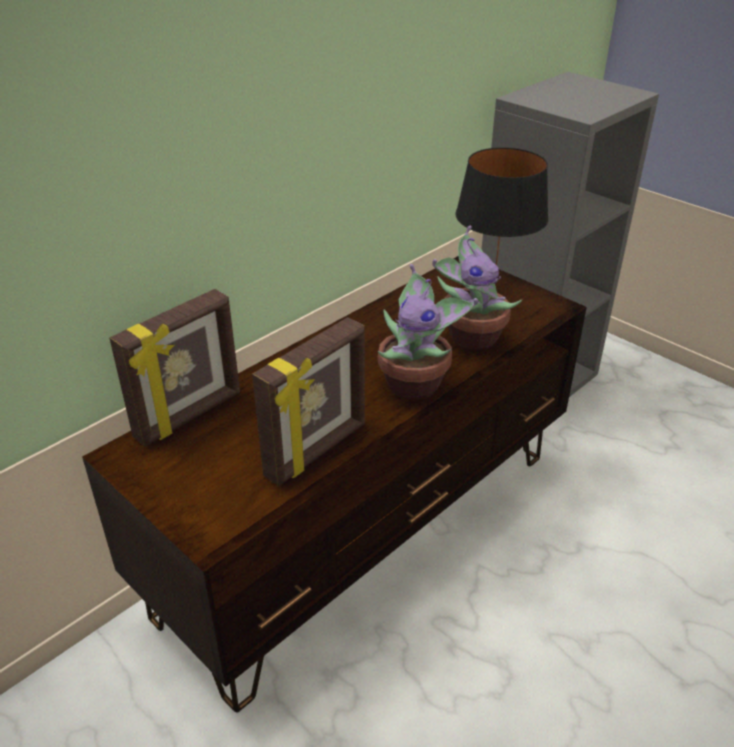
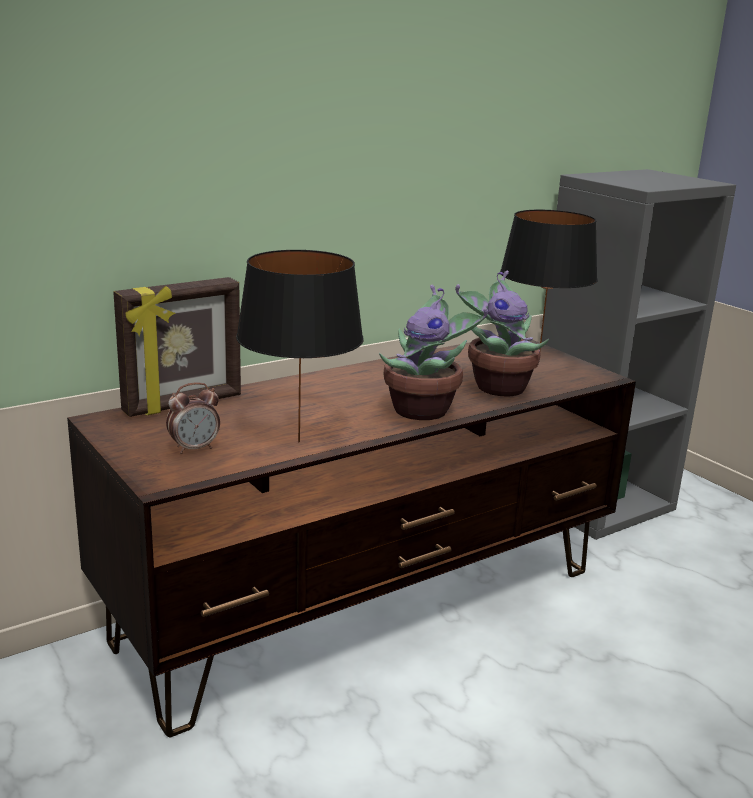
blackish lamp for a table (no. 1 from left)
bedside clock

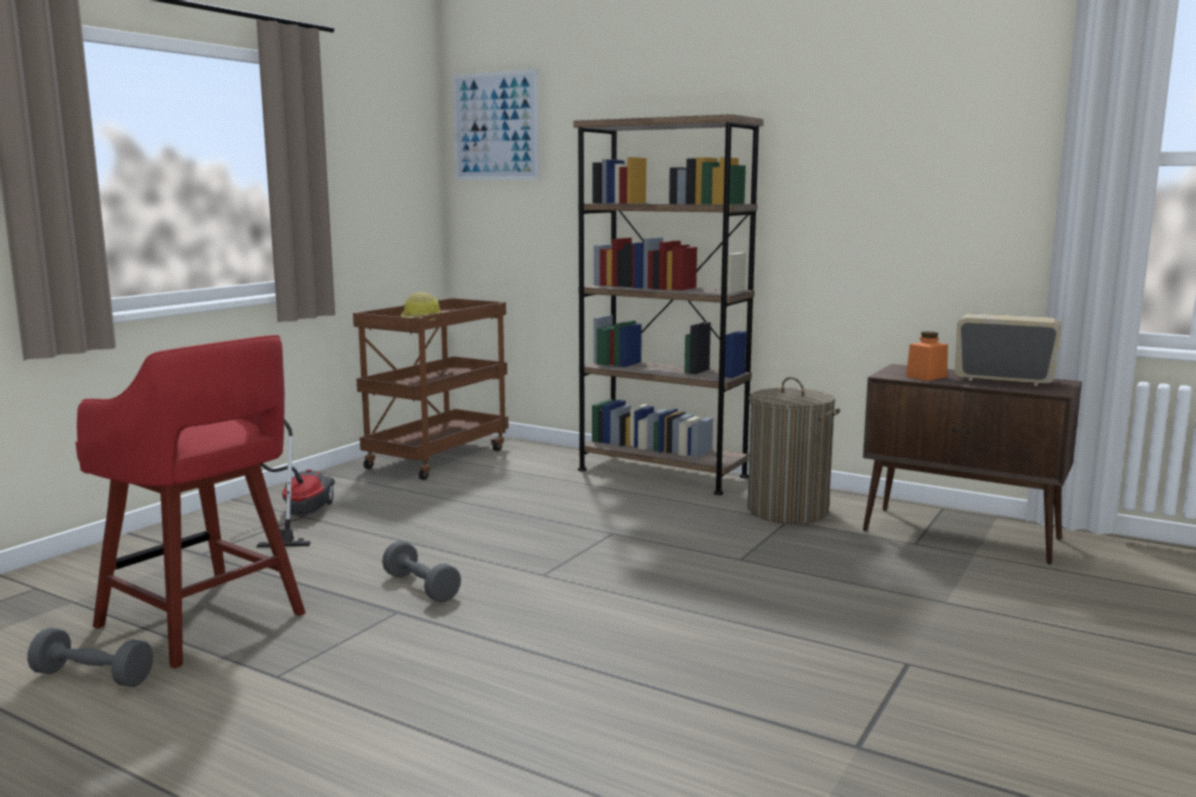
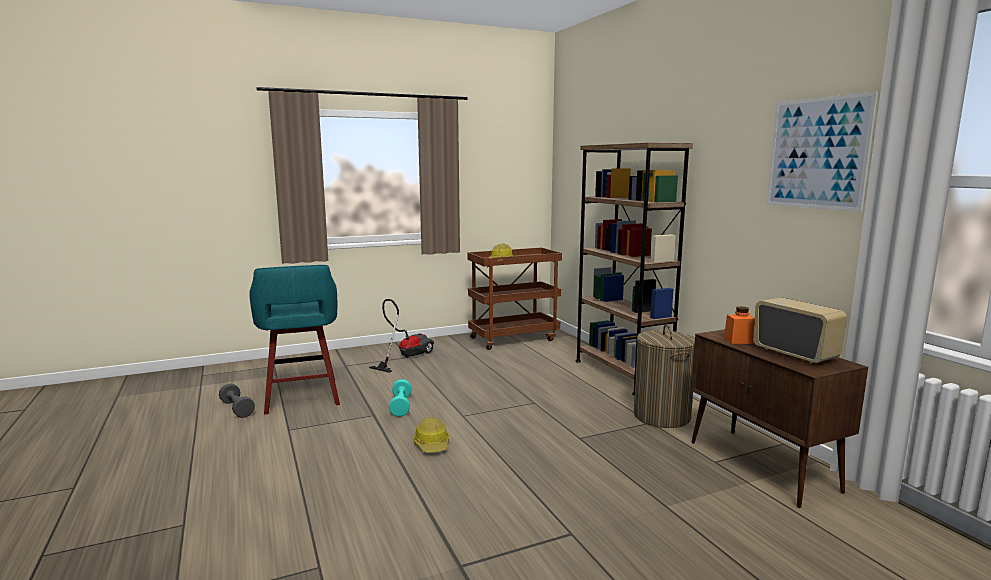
turquoise-coloured sitting stool
turquoise-coloured dumbbell
wall art
hard hat (no. 1 from left)

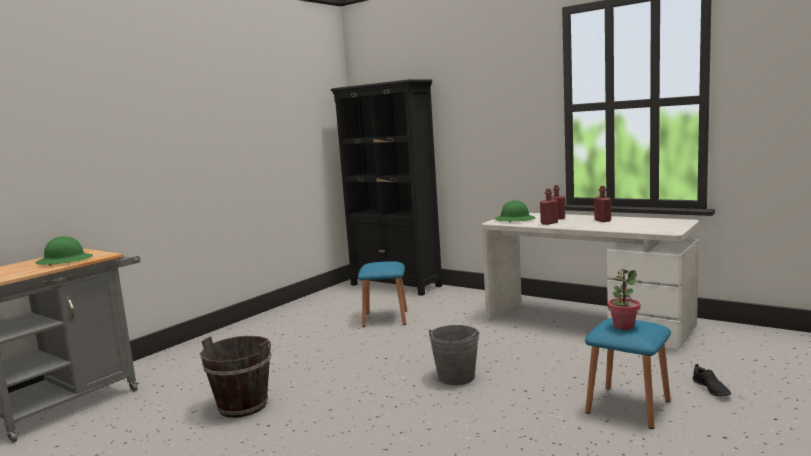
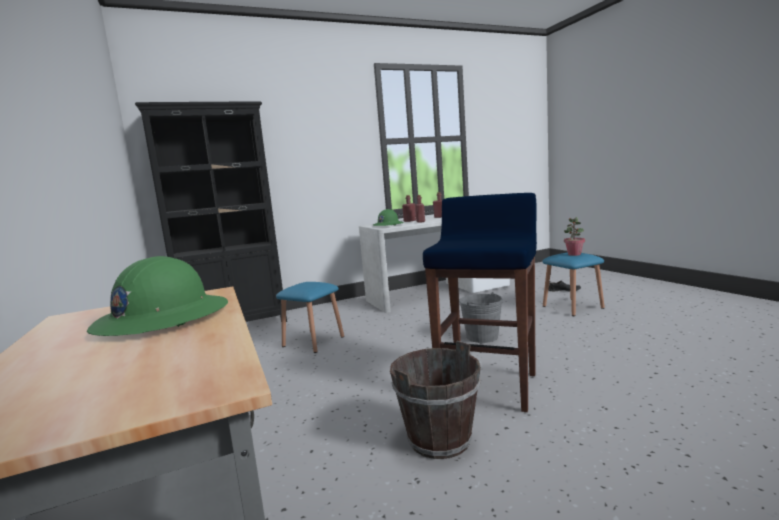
blue-coloured sitting stool (no. 2 from left)

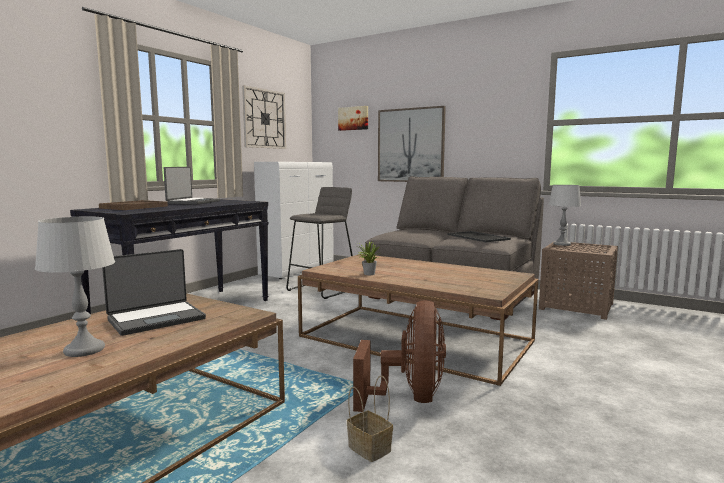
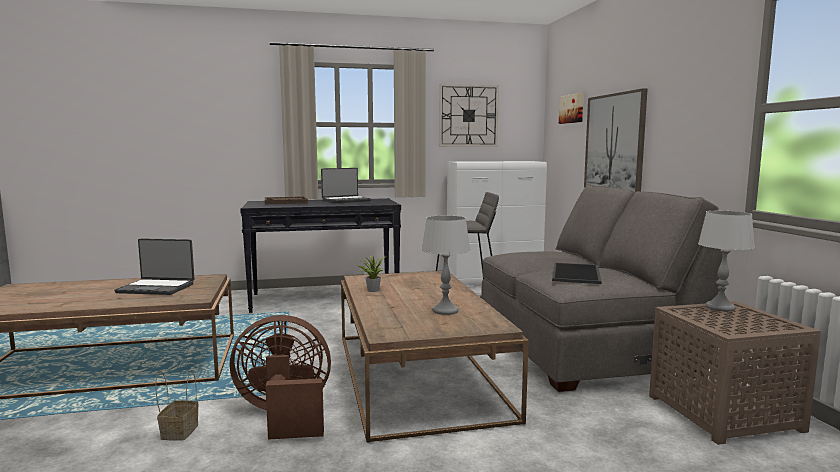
greyish lamp for a table (no. 1 from left)
brown fan

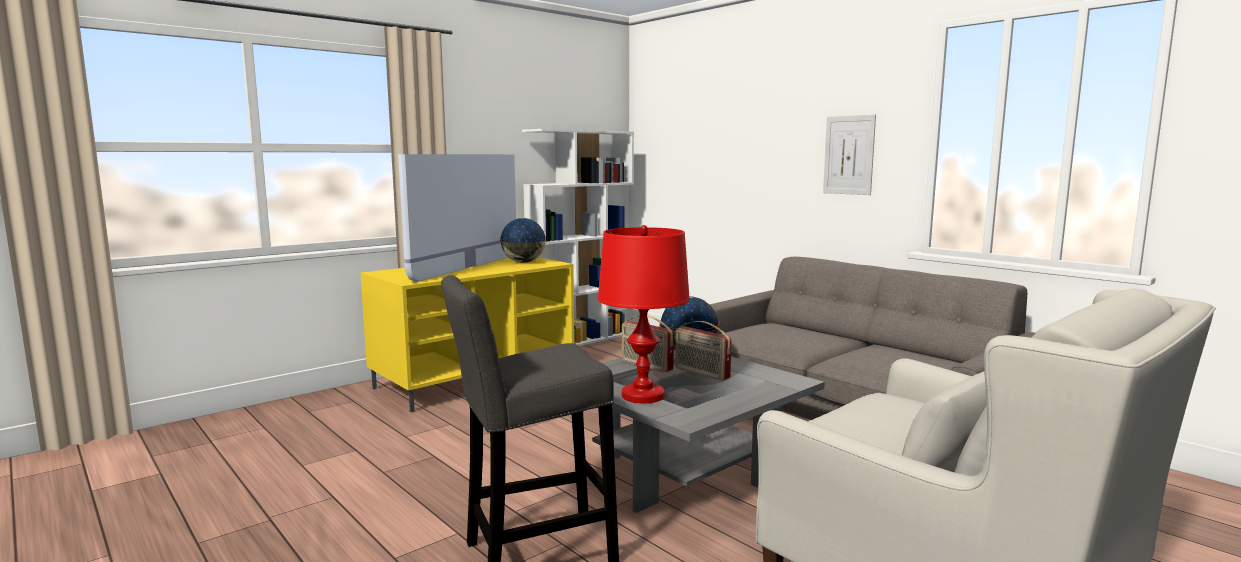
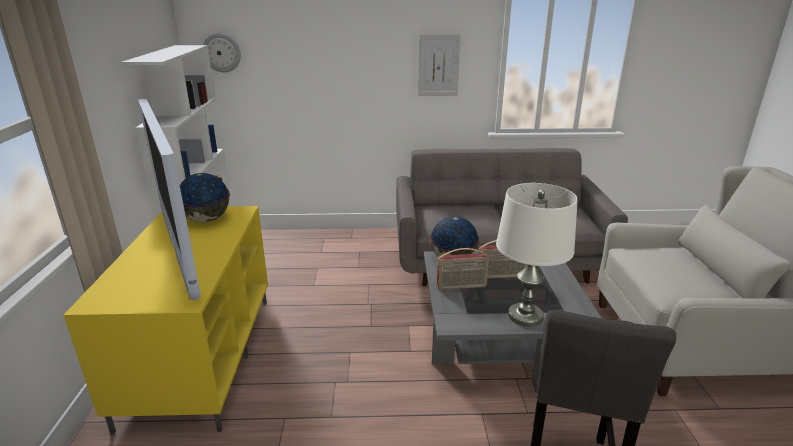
whitish lamp for a table
wall clock

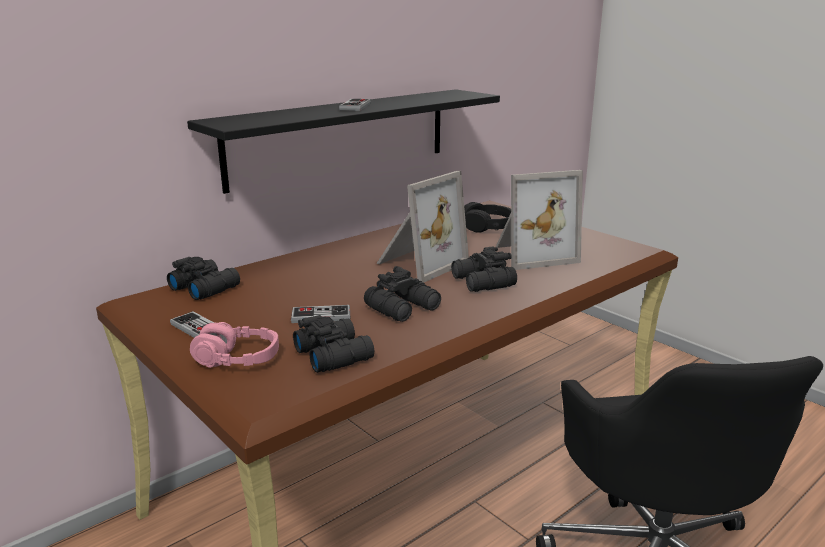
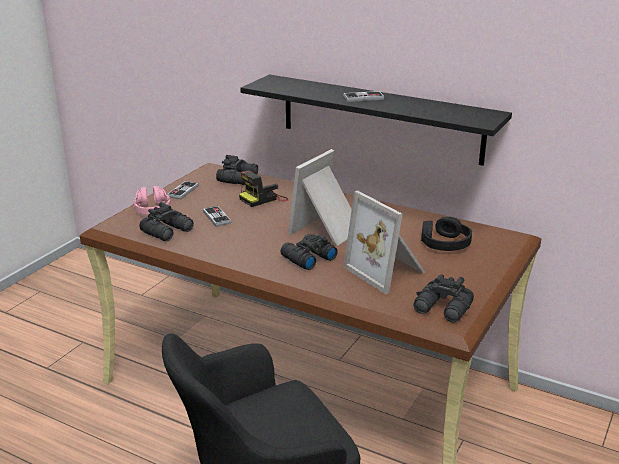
blackish field glasses (no. 4 from left)
picture frame (no. 1 from left)
photo camera

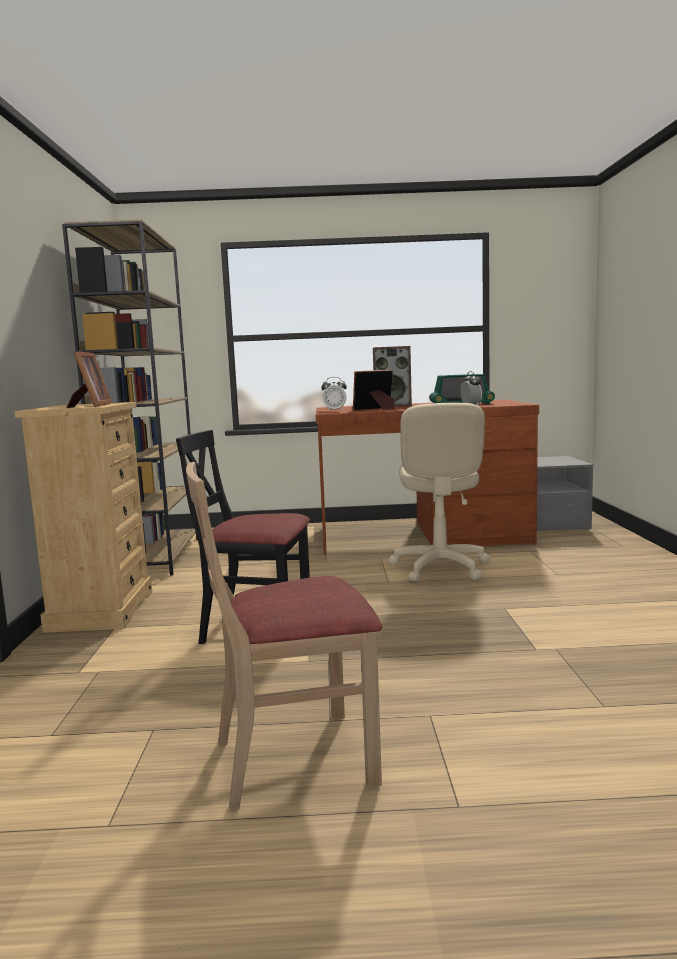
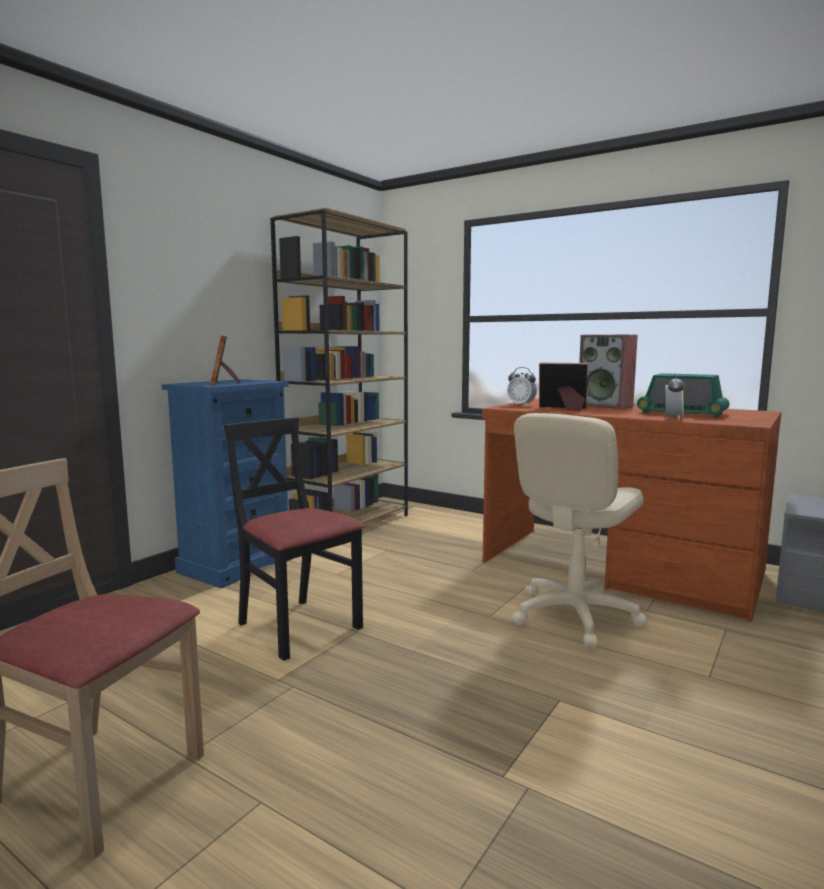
blue-coloured drawer chest
picture frame (no. 1 from left)

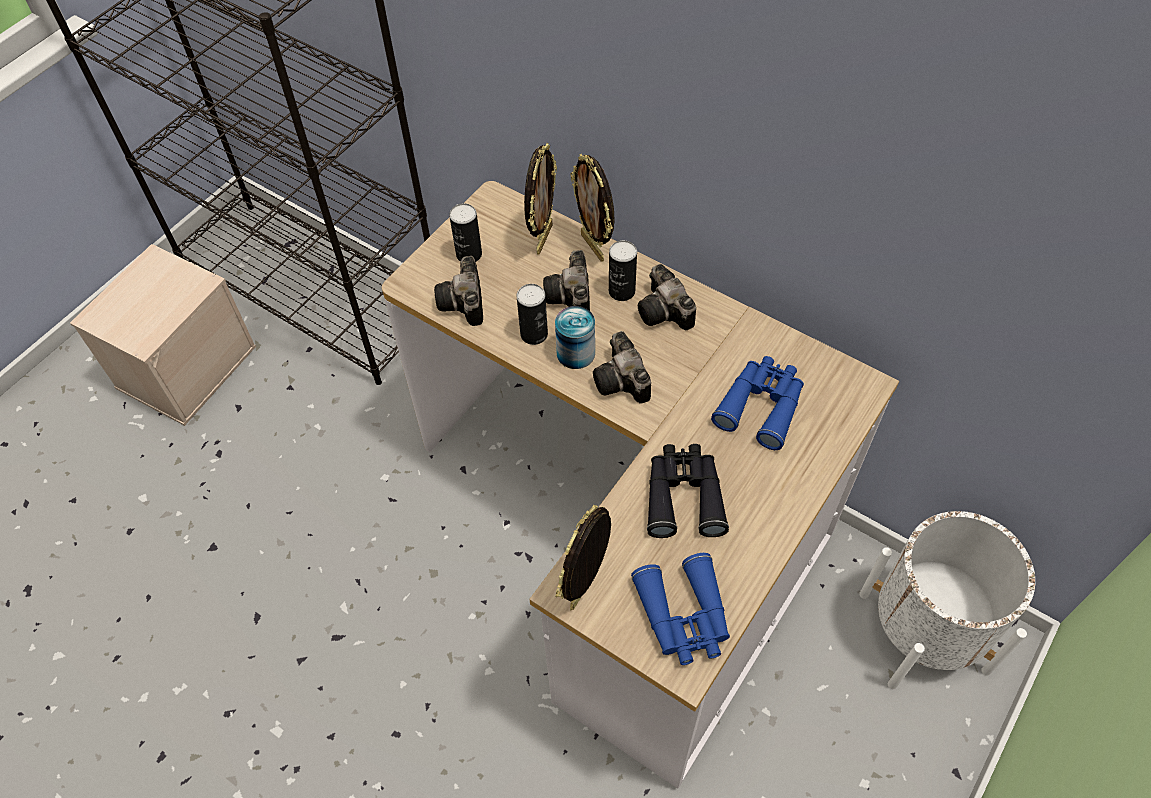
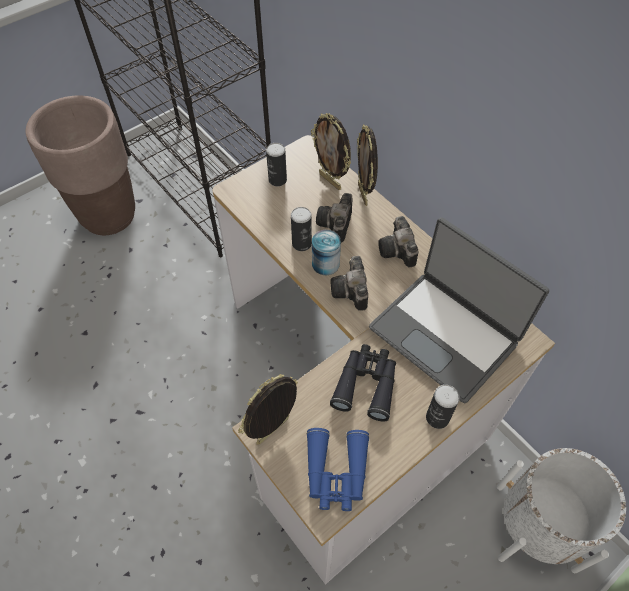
brown plant pot
photo camera (no. 1 from left in the first image)
picture frame (no. 2 from left)
sealed can (no. 4 from left)
notebook computer

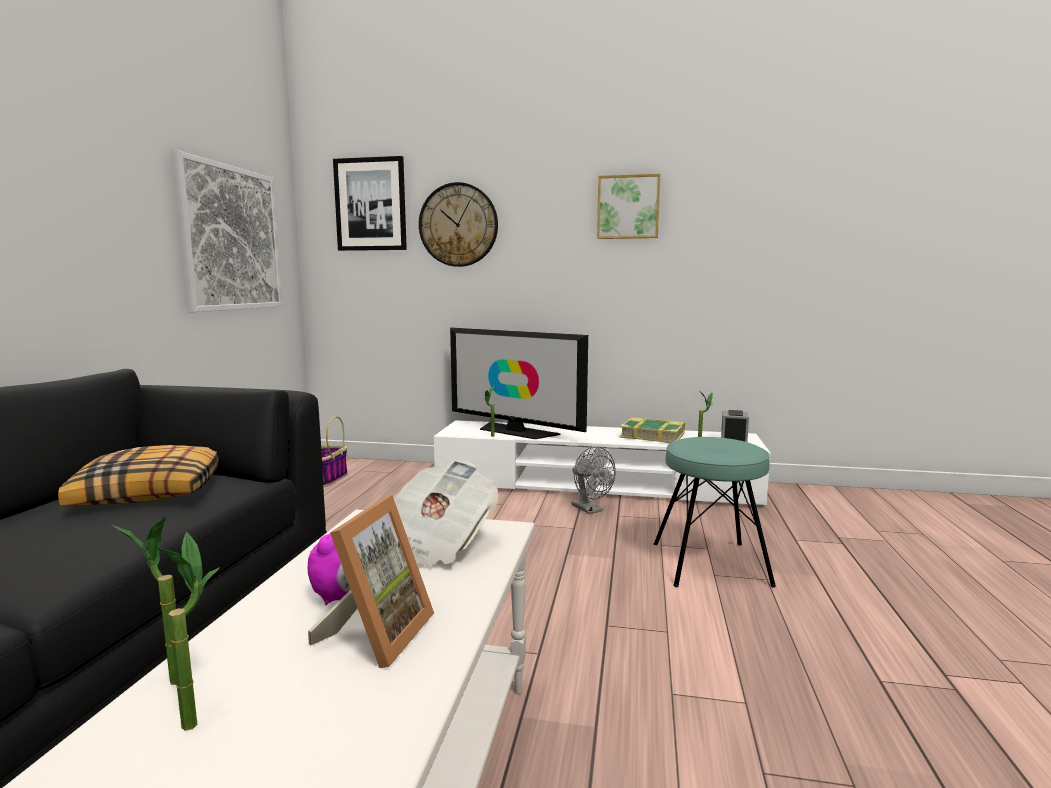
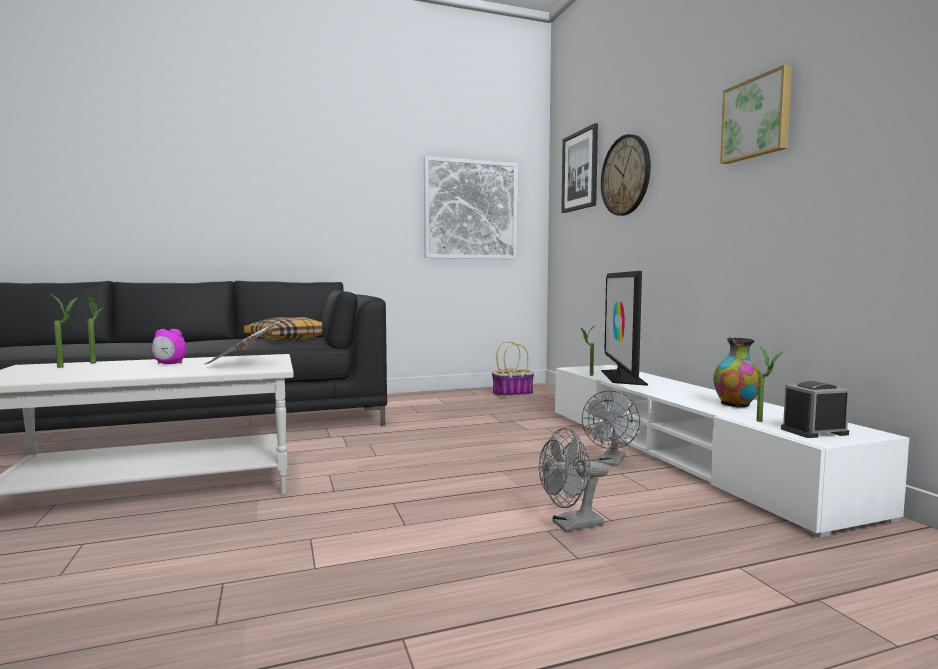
picture frame
flower vase
greyish fan (no. 1 from left)

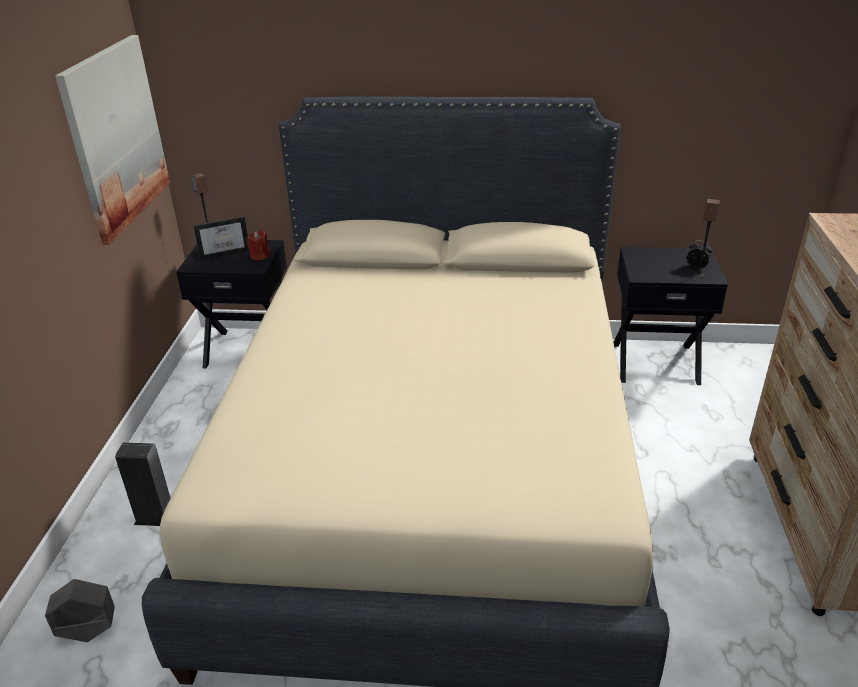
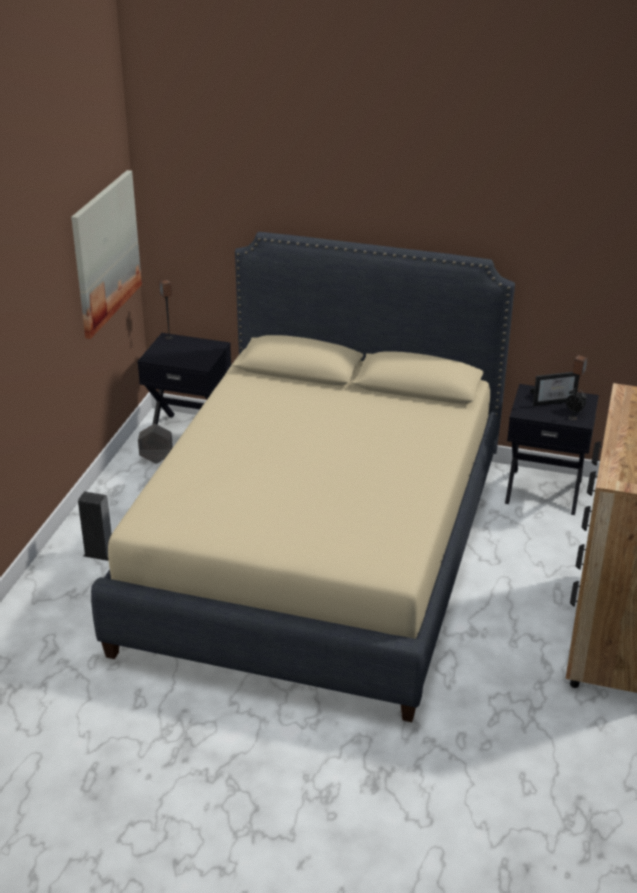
greyish plant pot
picture frame
reddish wax light

